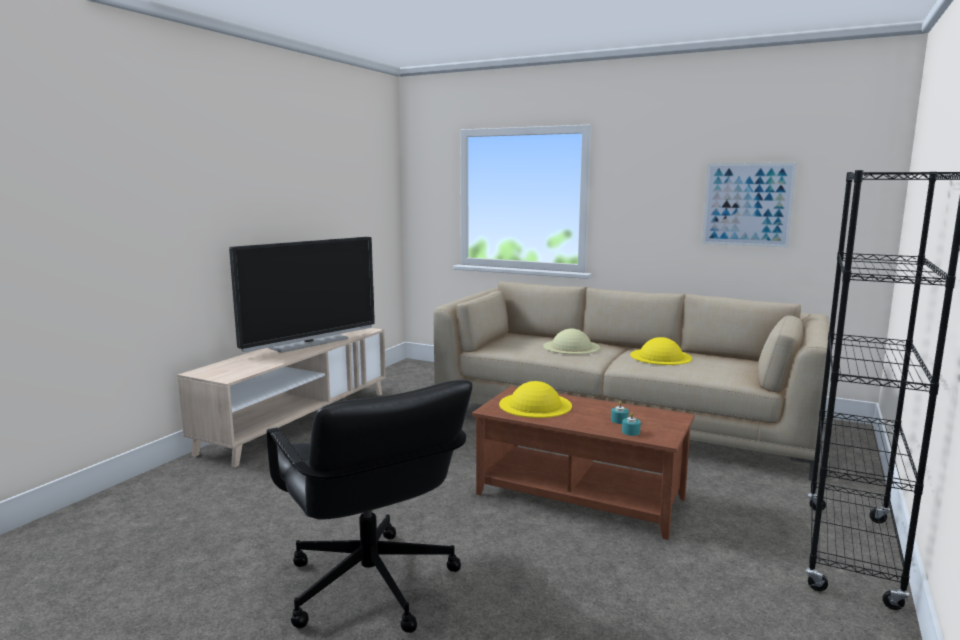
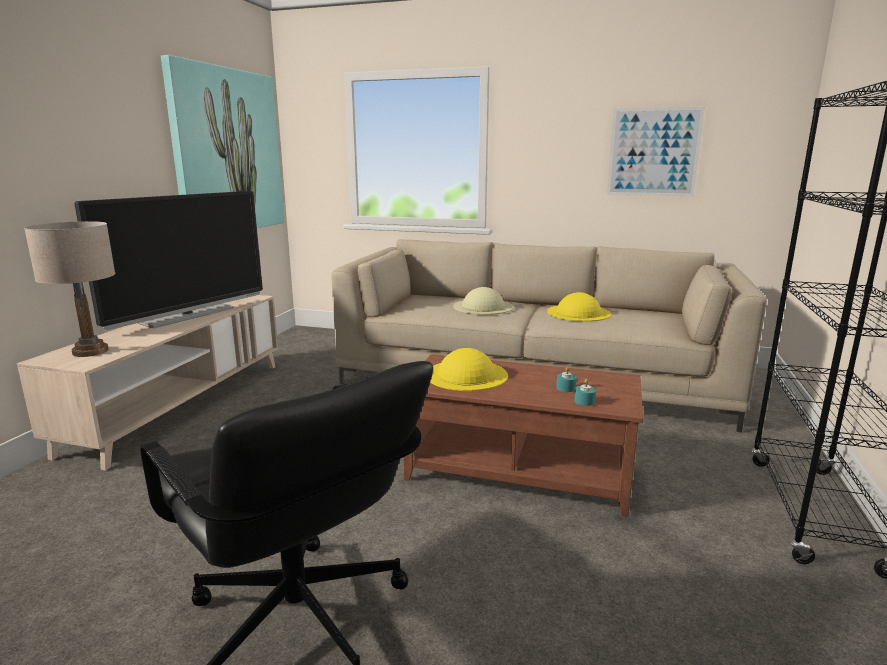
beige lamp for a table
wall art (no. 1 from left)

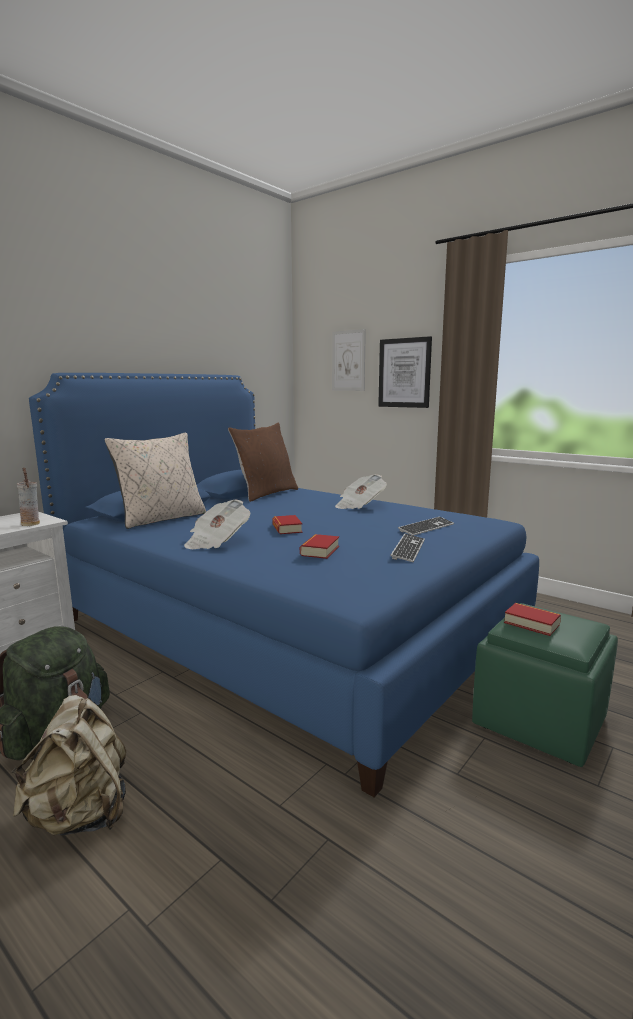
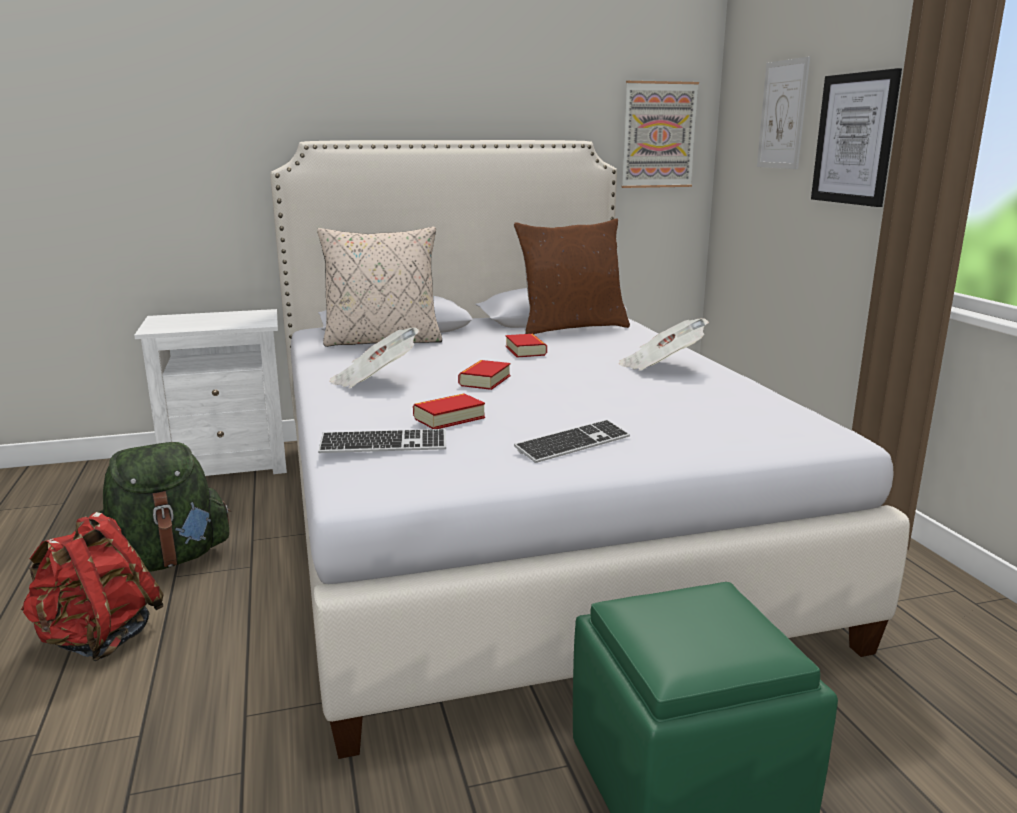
reddish knapsack
flower vase
whitish bed
PC keyboard (no. 1 from left)
volume (no. 3 from left)
wall art (no. 1 from left)

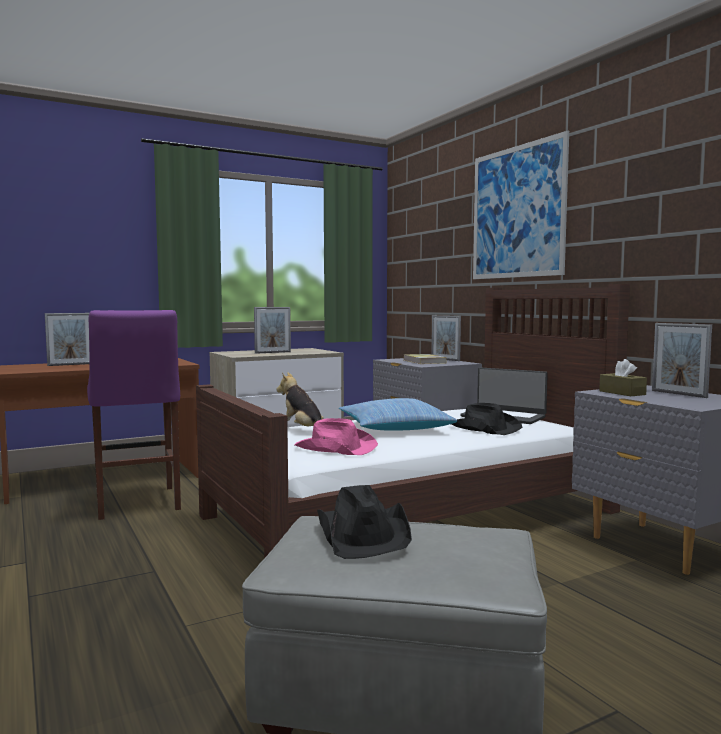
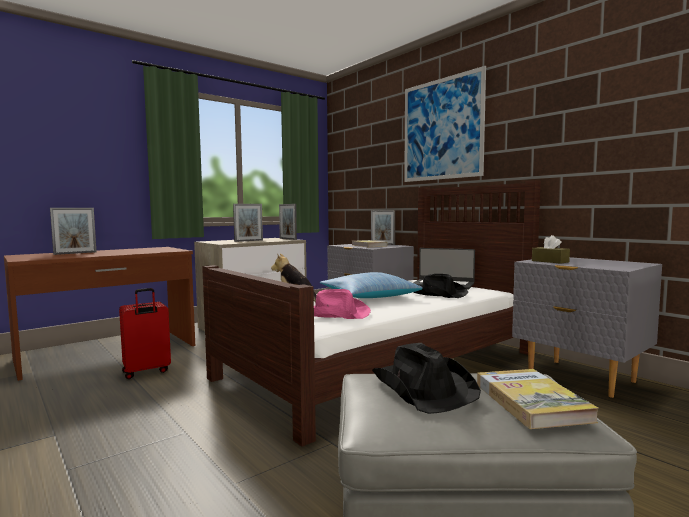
reddish suitcase
picture frame (no. 3 from left)
volume (no. 2 from left)

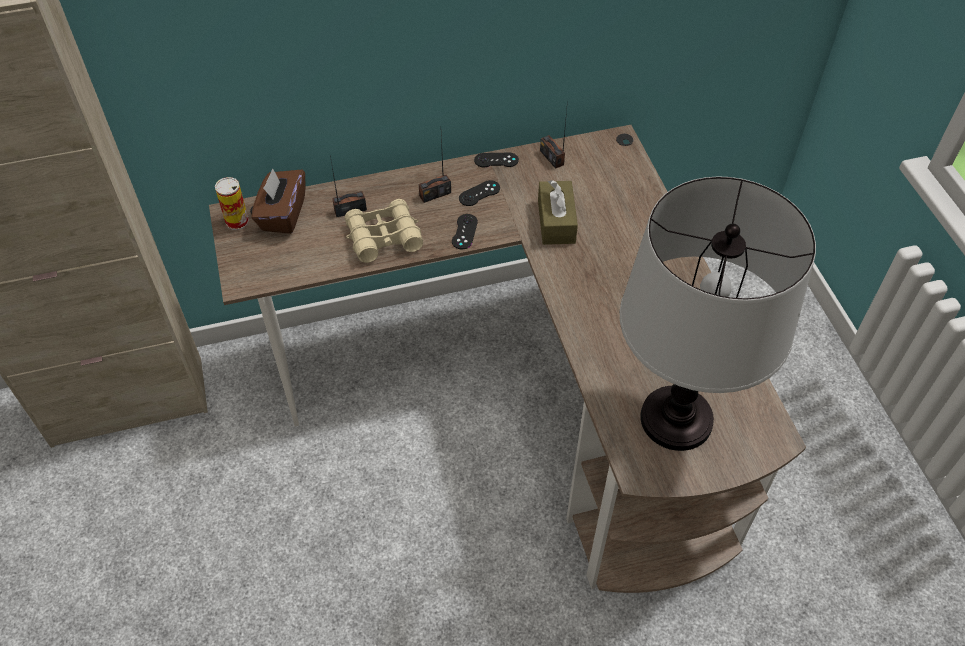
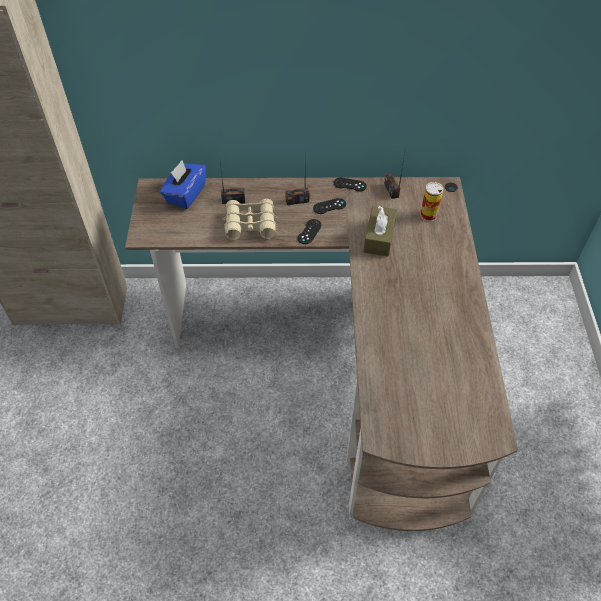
sealed can
blue-coloured box of tissues
lamp for a table

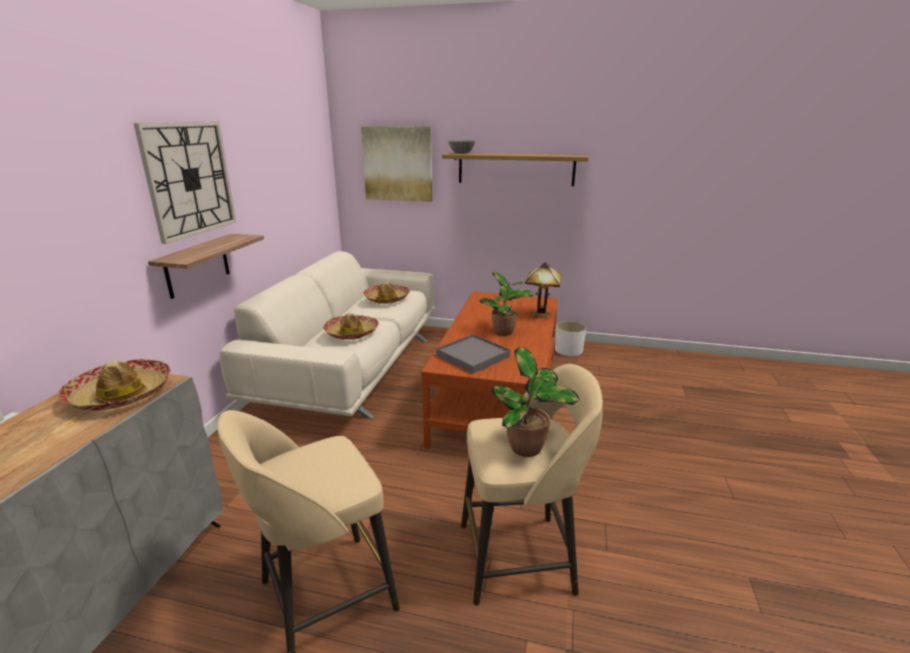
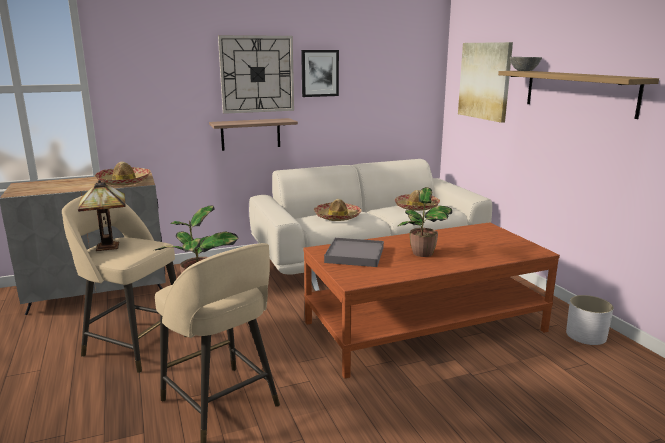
lamp for a table
wall art (no. 1 from left)

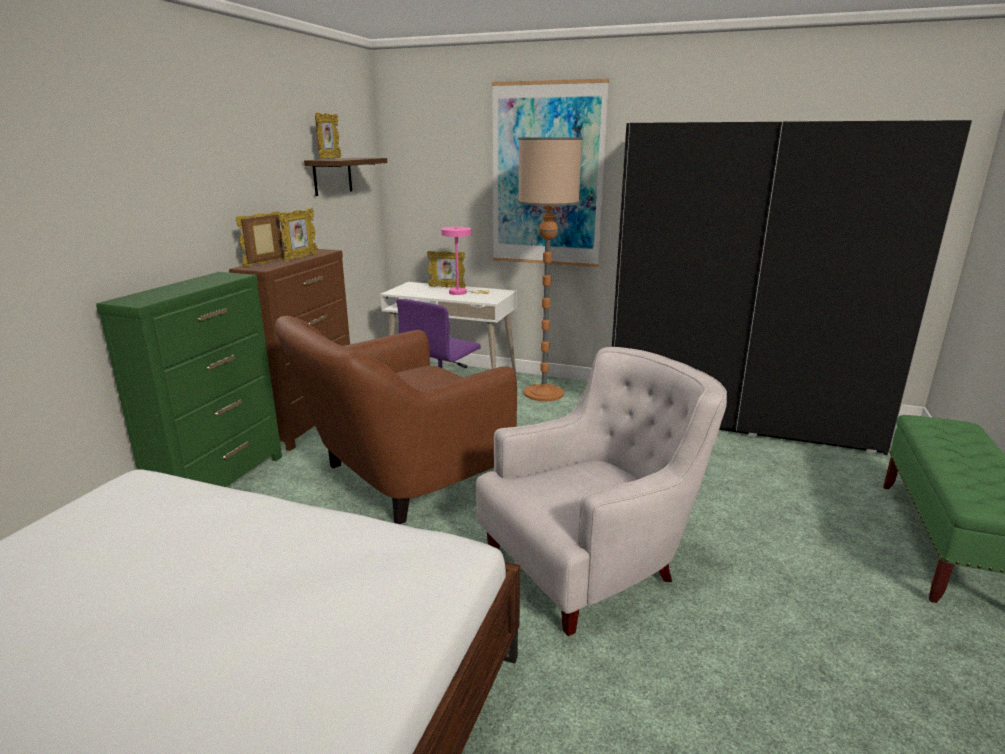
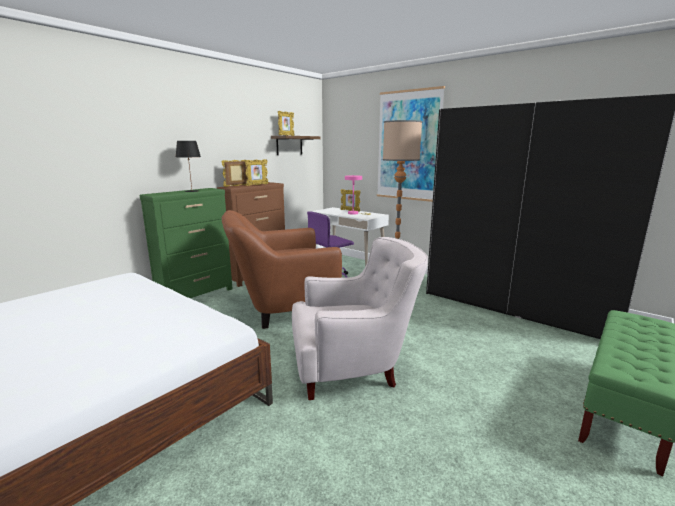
blackish lamp for a table

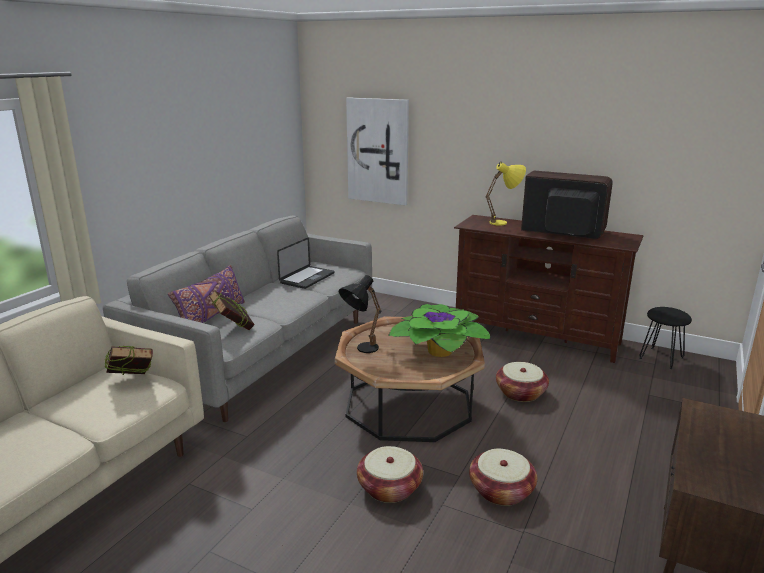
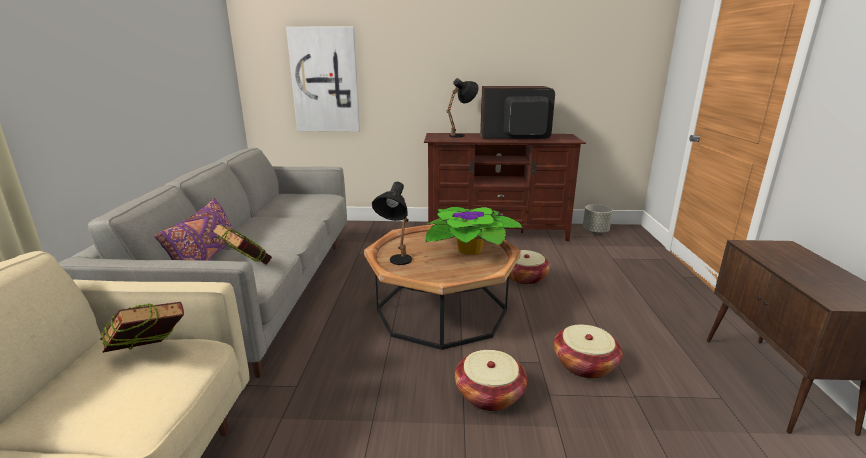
notebook computer
blackish lamp for a table (no. 2 from left)
greyish plant pot

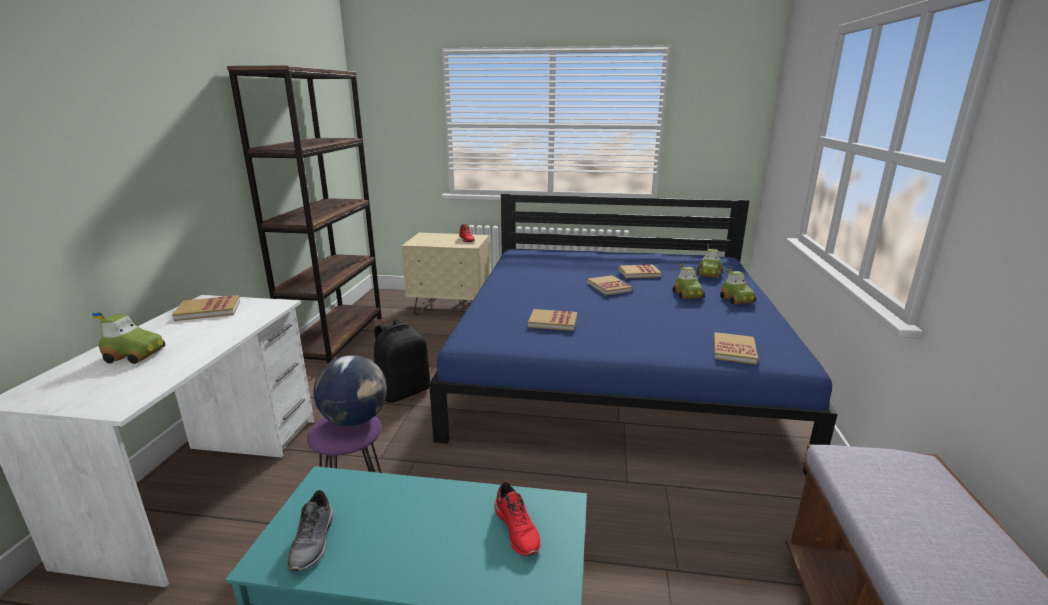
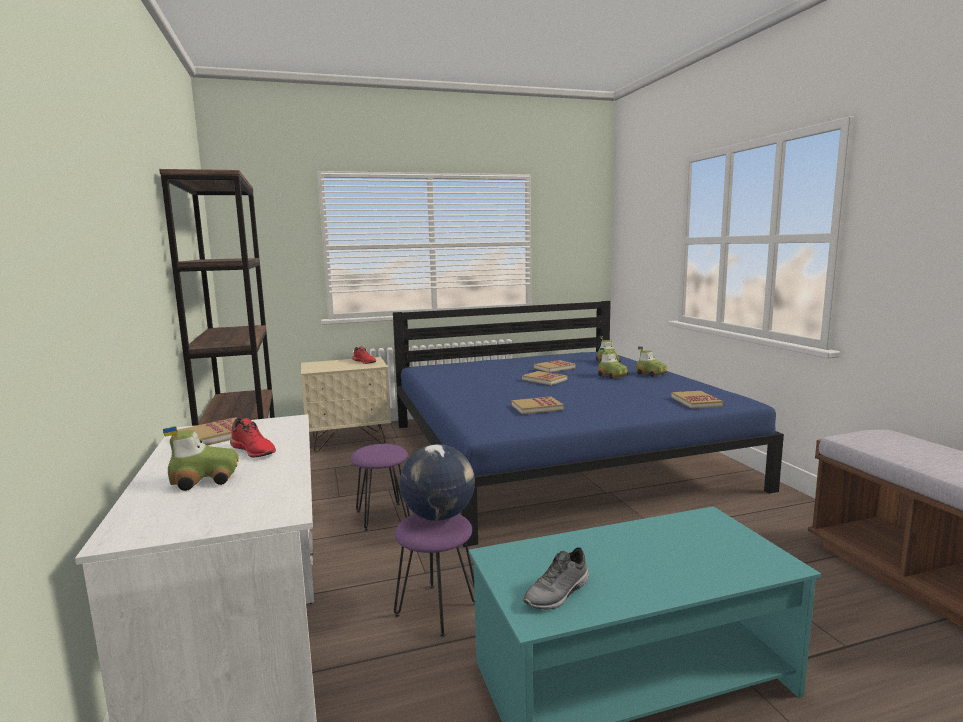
greyish low shoe
purplish sitting stool (no. 1 from left)
reddish low shoe (no. 1 from left)

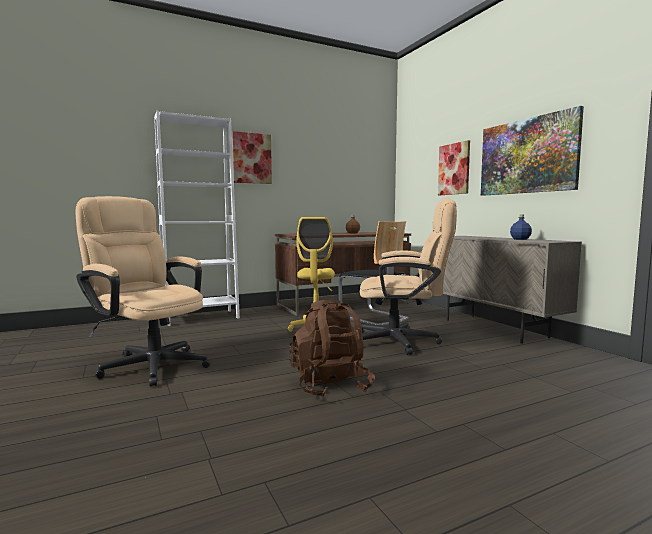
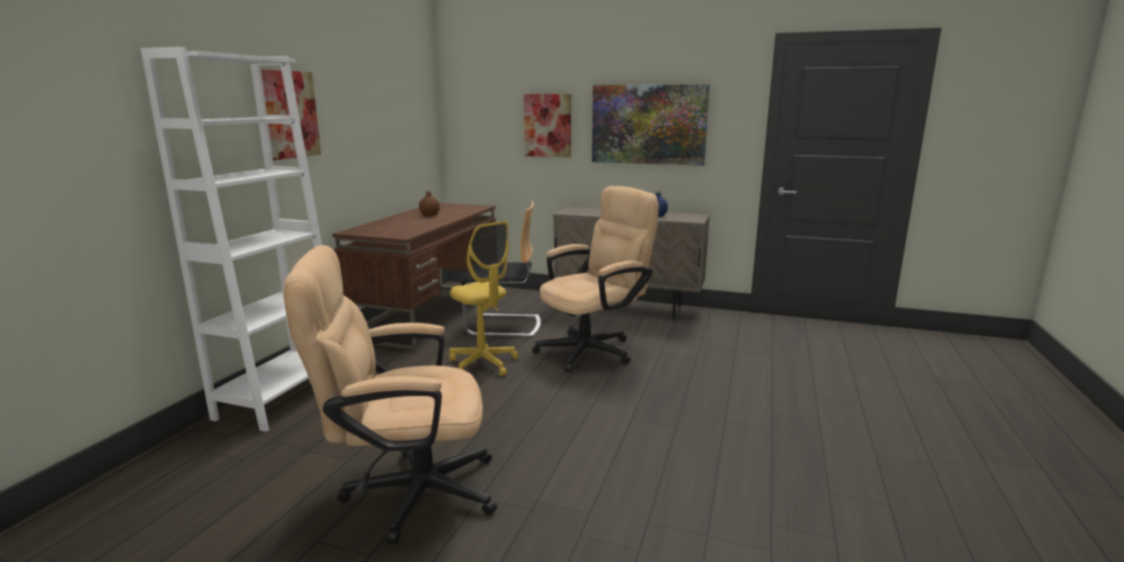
brown knapsack

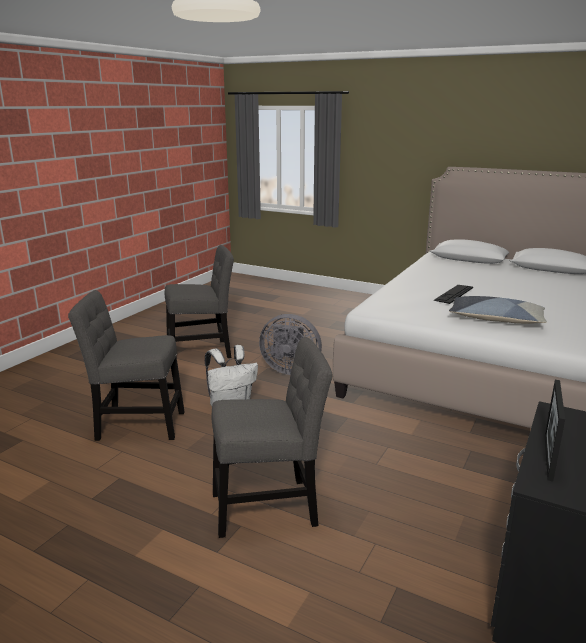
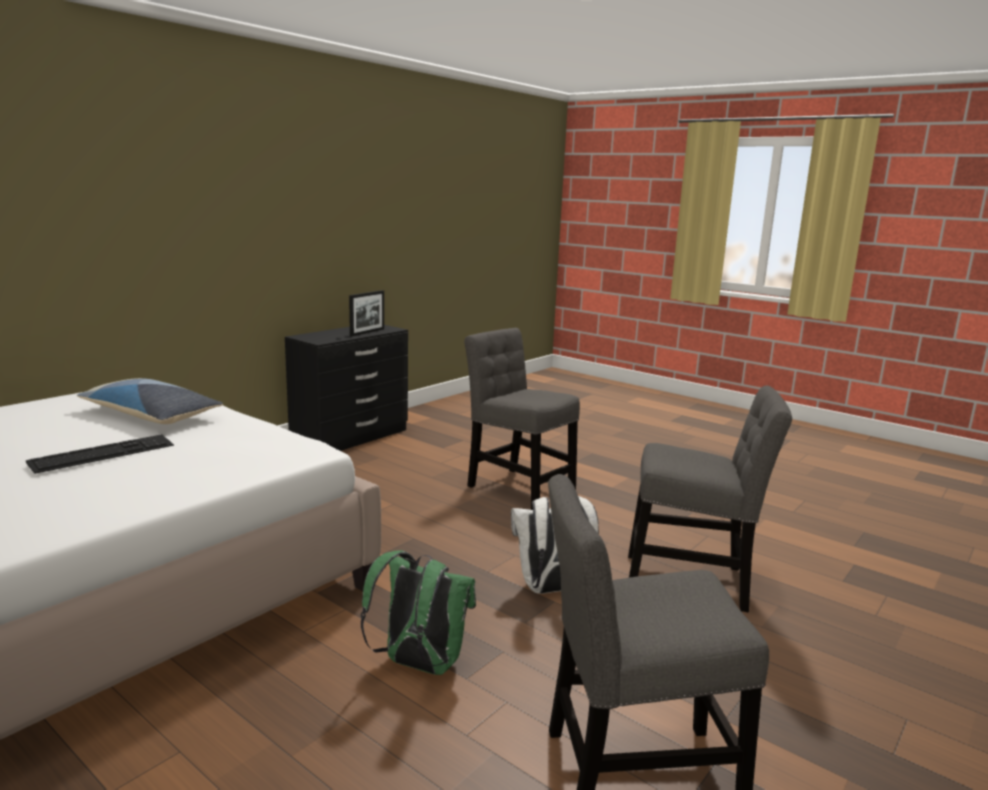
greyish plain chair (no. 1 from left)
green knapsack

